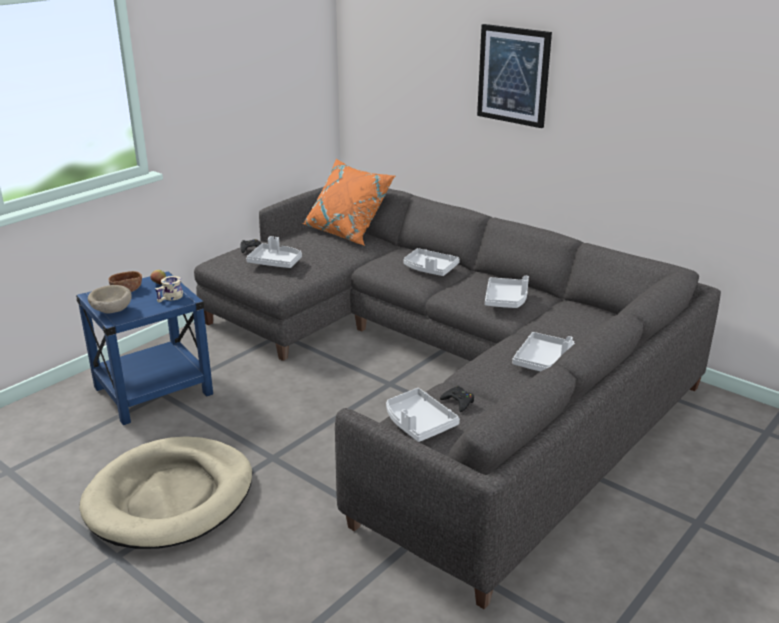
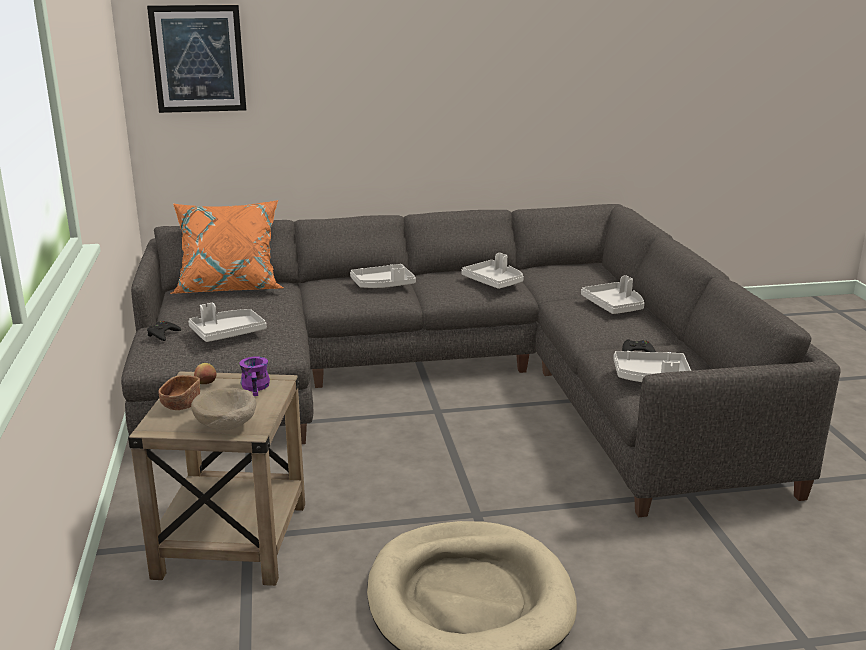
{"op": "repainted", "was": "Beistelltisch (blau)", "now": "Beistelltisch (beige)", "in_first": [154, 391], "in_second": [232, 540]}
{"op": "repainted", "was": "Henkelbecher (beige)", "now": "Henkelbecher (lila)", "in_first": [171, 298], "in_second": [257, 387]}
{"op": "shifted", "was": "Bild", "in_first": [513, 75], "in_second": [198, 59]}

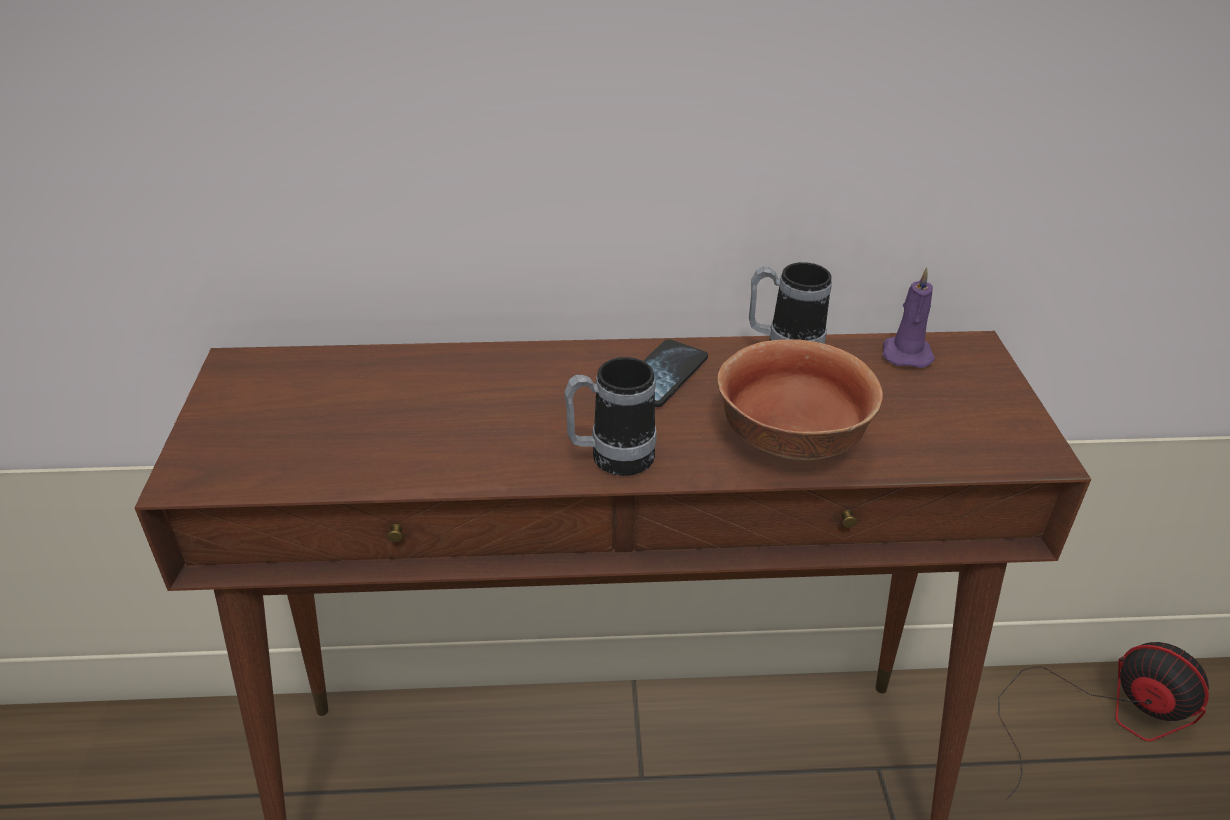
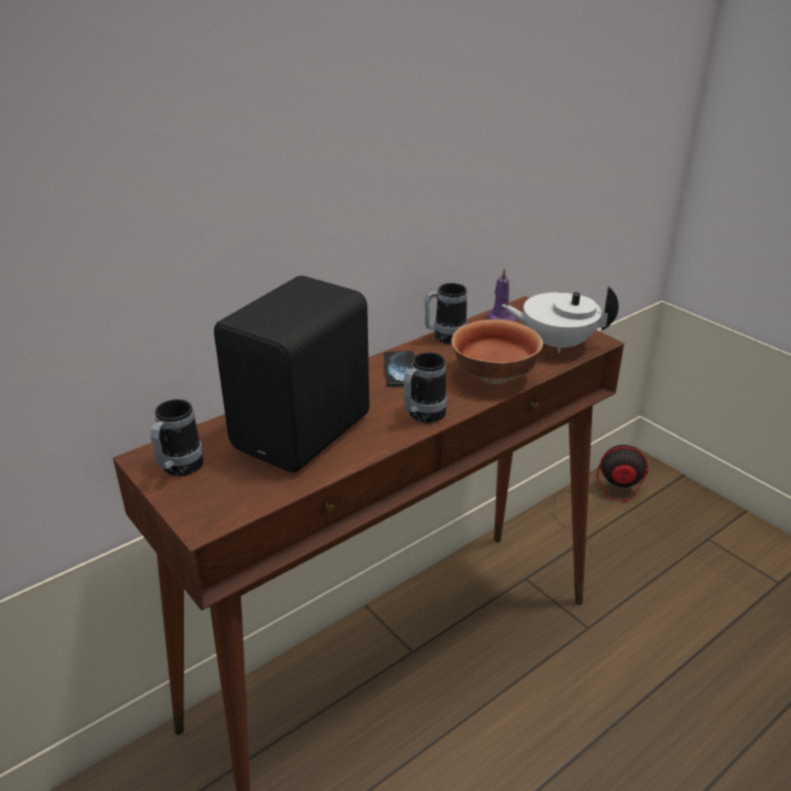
{"op": "new", "now": "Henkelbecher", "in_second": [178, 470]}
{"op": "new", "now": "Lautsprecher (schwarz)", "in_second": [306, 432]}
{"op": "new", "now": "Teekanne (weiß)", "in_second": [556, 344]}

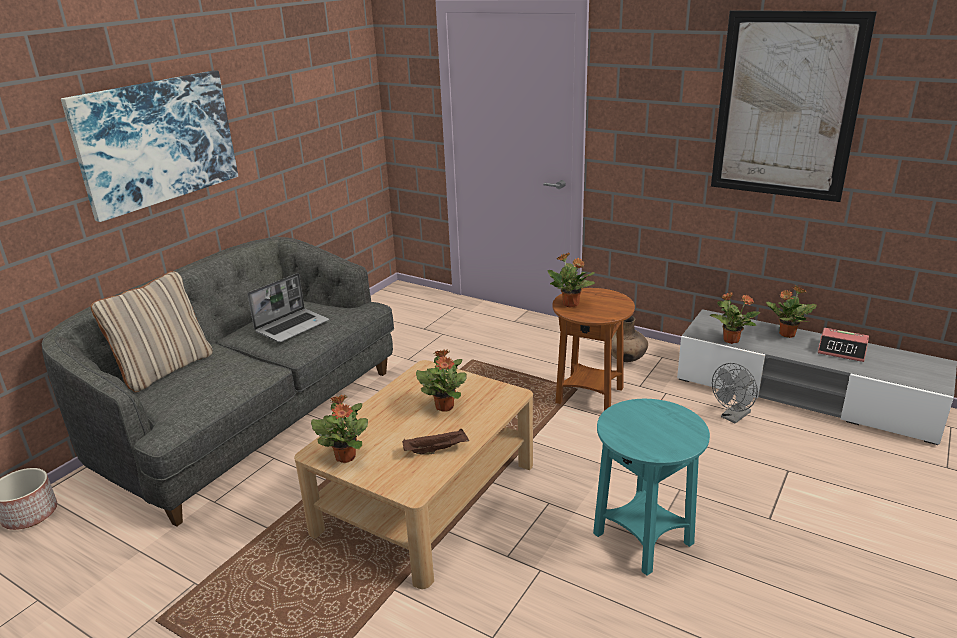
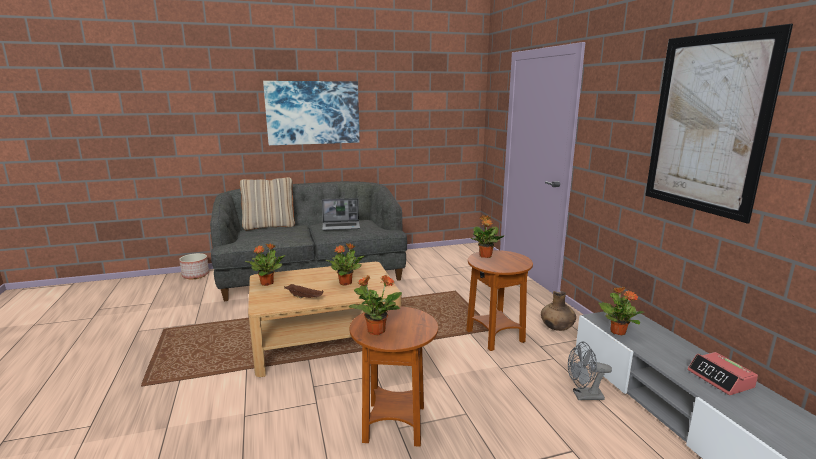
{"op": "repainted", "was": "Beistelltisch (türkis)", "now": "Beistelltisch (braun)", "in_first": [643, 539], "in_second": [395, 424]}
{"op": "shifted", "was": "Topfpflanze", "in_first": [786, 334], "in_second": [375, 331]}

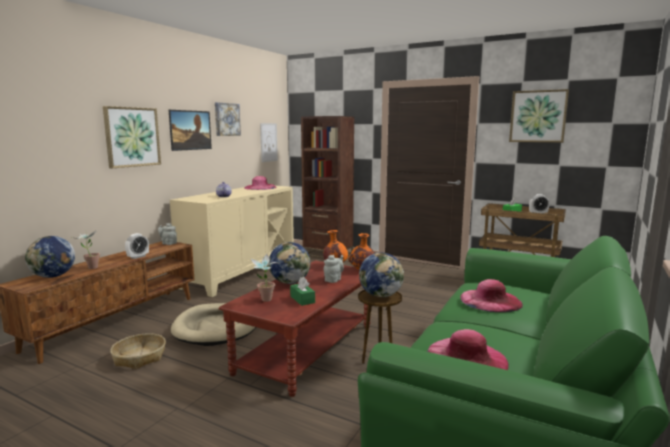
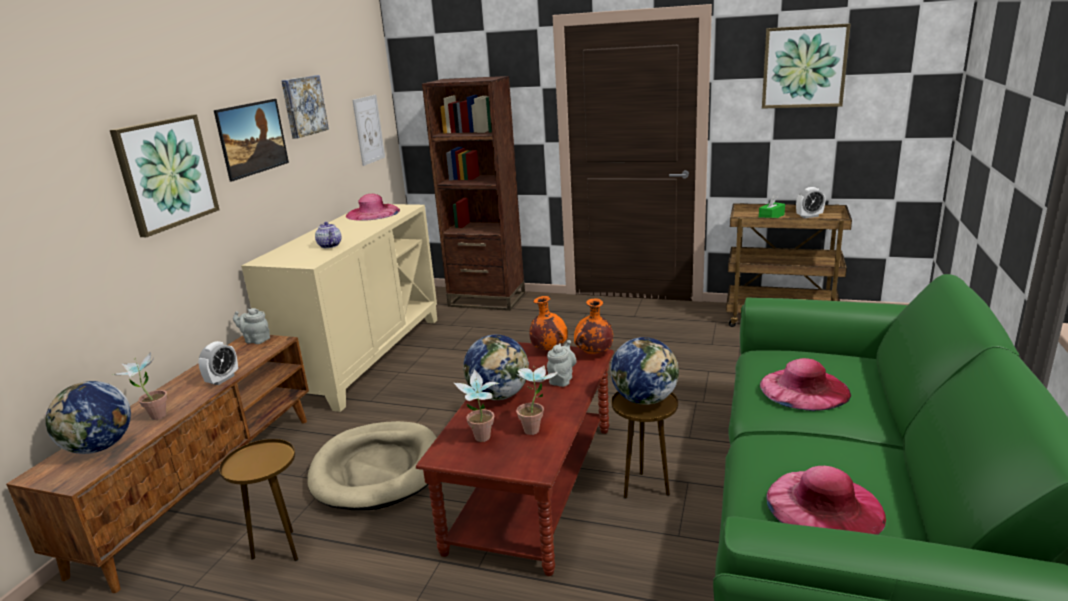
{"op": "swapped", "was": "Korb", "now": "Beistelltisch (braun)", "in_first": [139, 357], "in_second": [280, 549]}
{"op": "swapped", "was": "Taschentuchbox (grün)", "now": "Topfpflanze", "in_first": [302, 299], "in_second": [537, 428]}

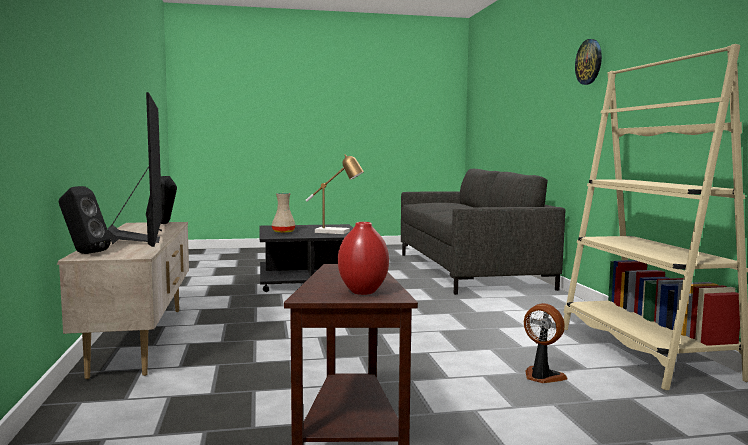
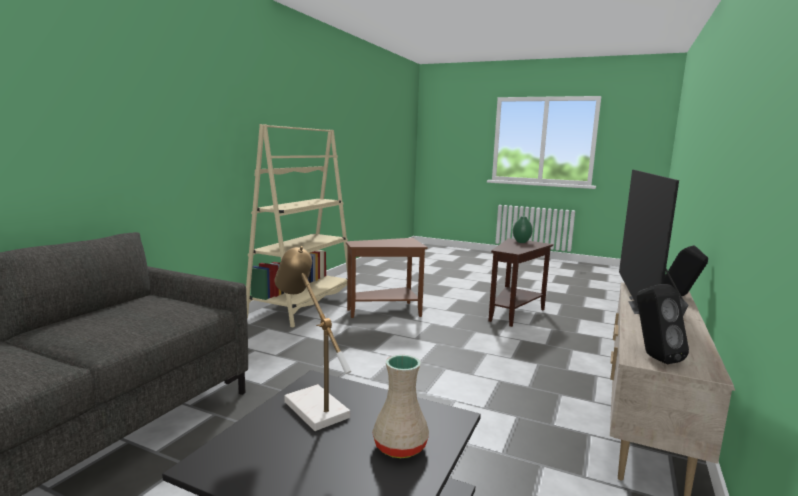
{"op": "repainted", "was": "Vase (rot)", "now": "Vase (grün)", "in_first": [363, 292], "in_second": [521, 242]}
{"op": "swapped", "was": "Ventilator", "now": "Beistelltisch (braun)", "in_first": [542, 377], "in_second": [386, 311]}
{"op": "gone", "was": "Wanduhr", "in_first": [589, 62]}

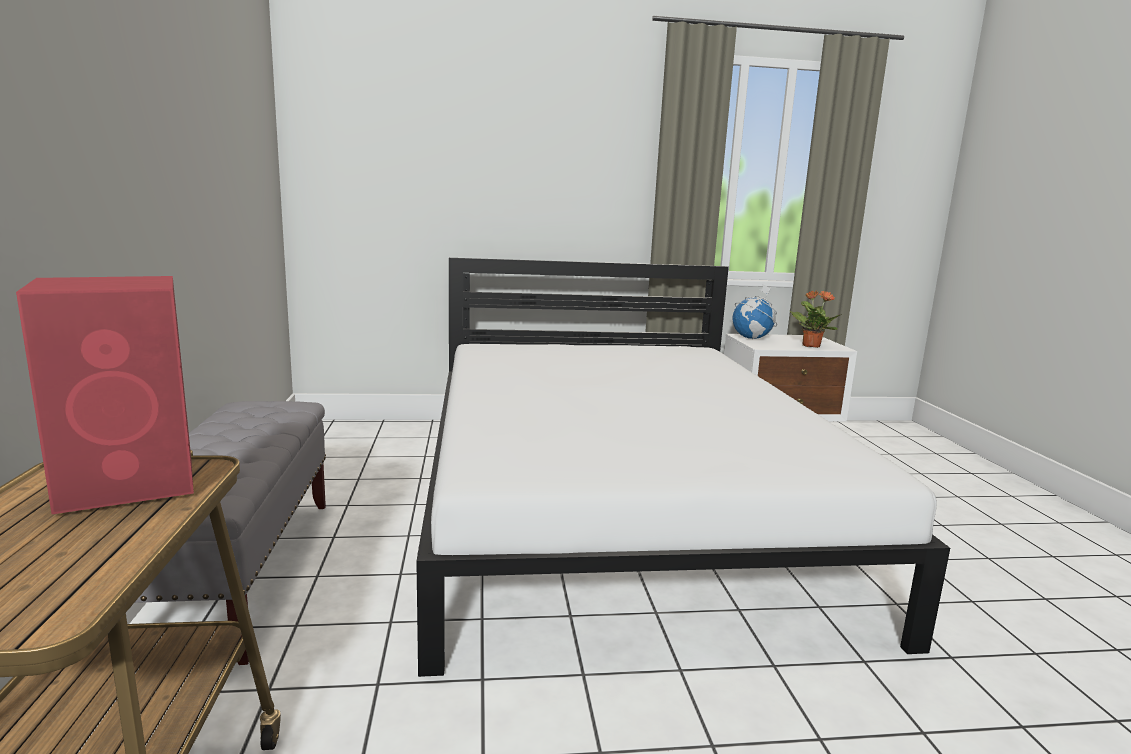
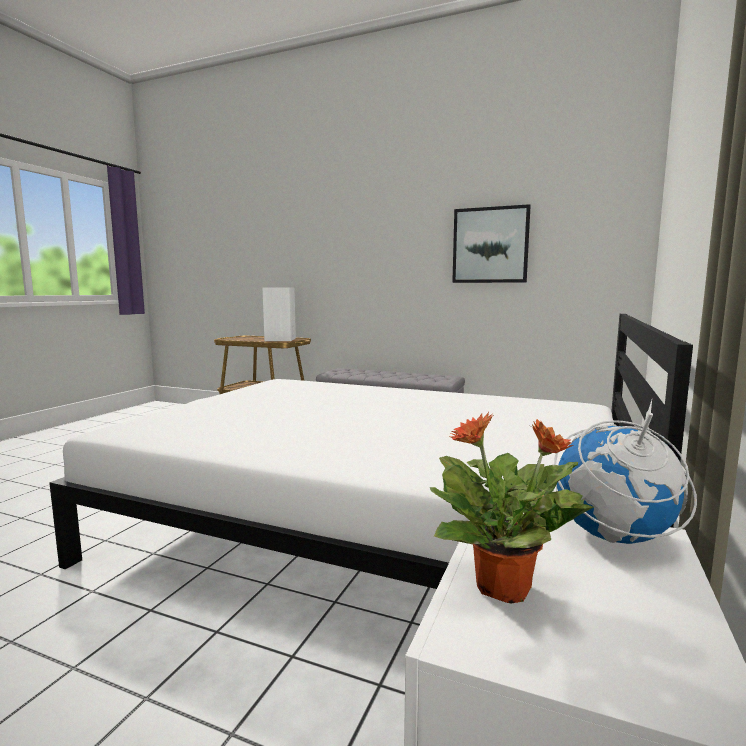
{"op": "repainted", "was": "Lautsprecher (rot)", "now": "Lautsprecher (weiß)", "in_first": [132, 483], "in_second": [280, 339]}
{"op": "new", "now": "Bild", "in_second": [490, 245]}

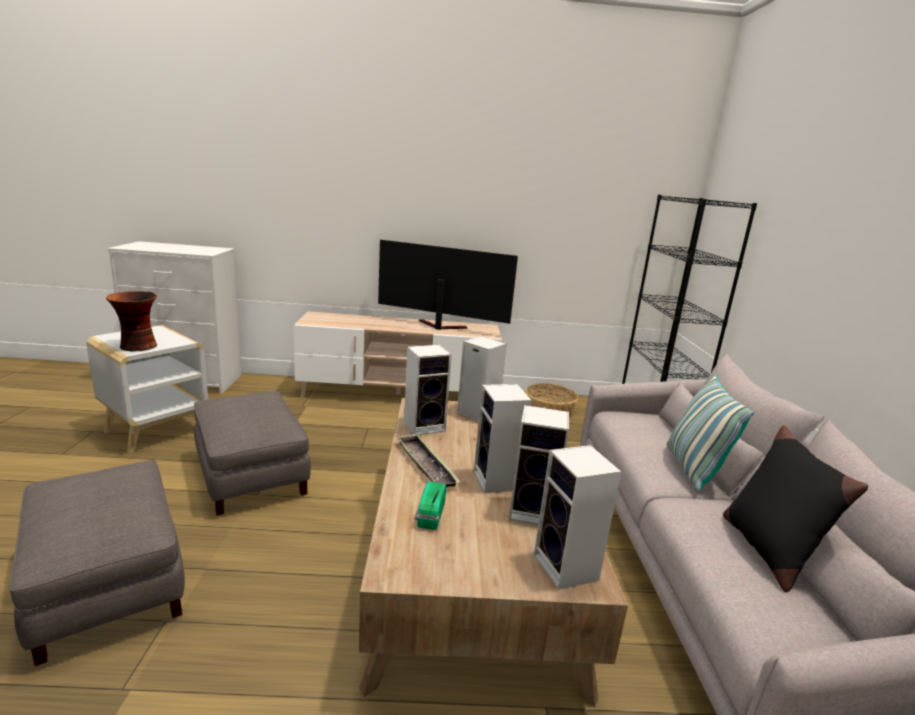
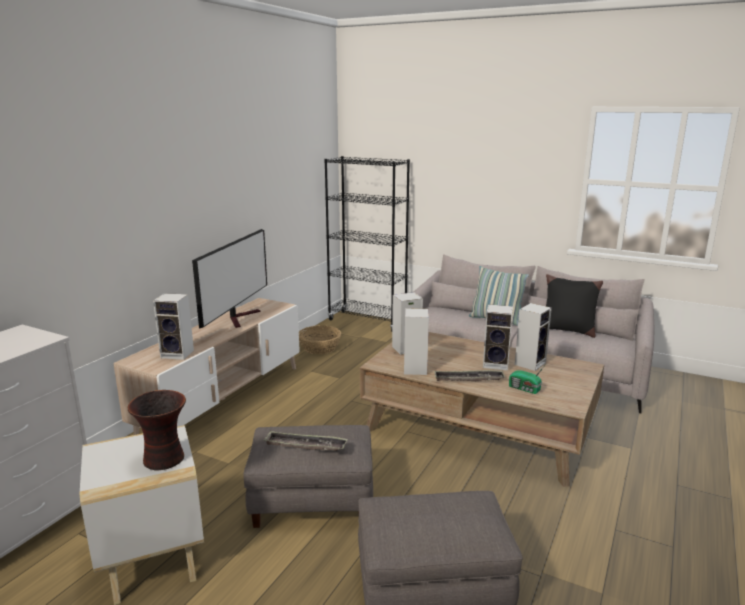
{"op": "rotated", "was": "Fernseher", "in_first": [438, 326], "in_second": [240, 317], "clockwise": 150}
{"op": "shifted", "was": "Lautsprecher", "in_first": [568, 568], "in_second": [178, 354]}
{"op": "new", "now": "Tablett", "in_second": [305, 445]}

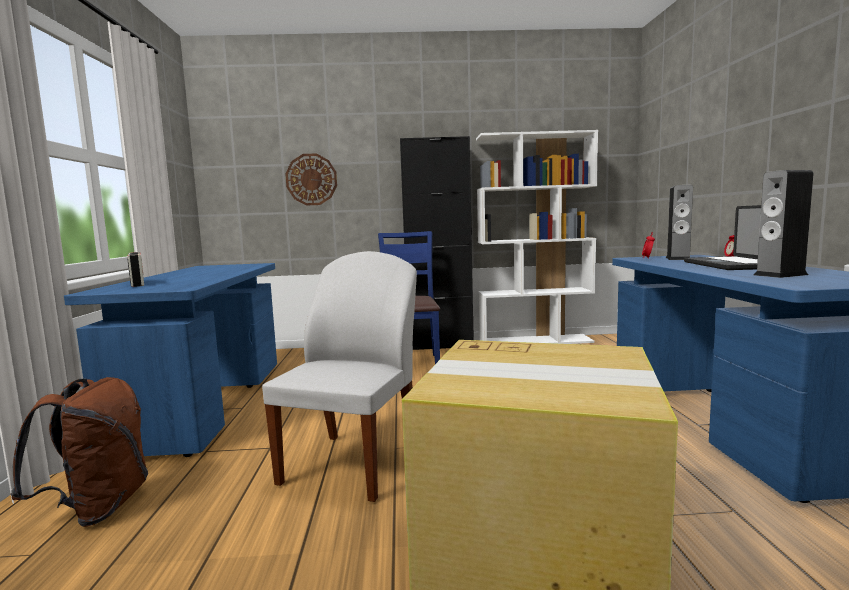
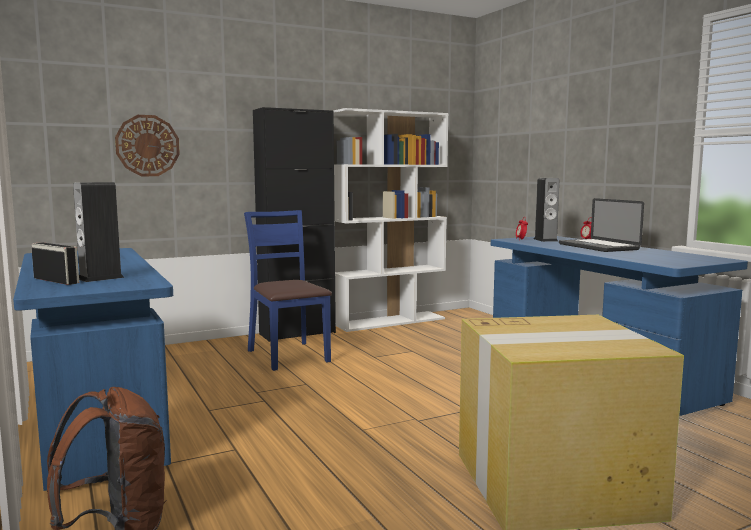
{"op": "gone", "was": "Stuhl (weiß)", "in_first": [353, 464]}
{"op": "shifted", "was": "Lautsprecher", "in_first": [780, 275], "in_second": [100, 278]}

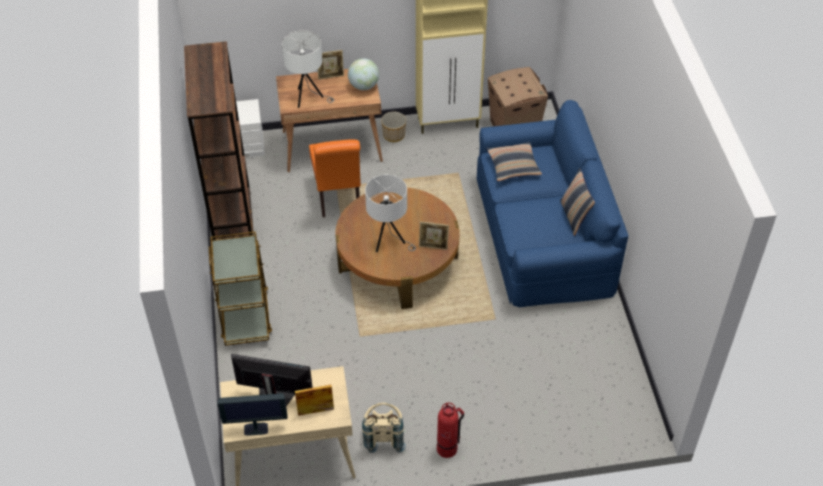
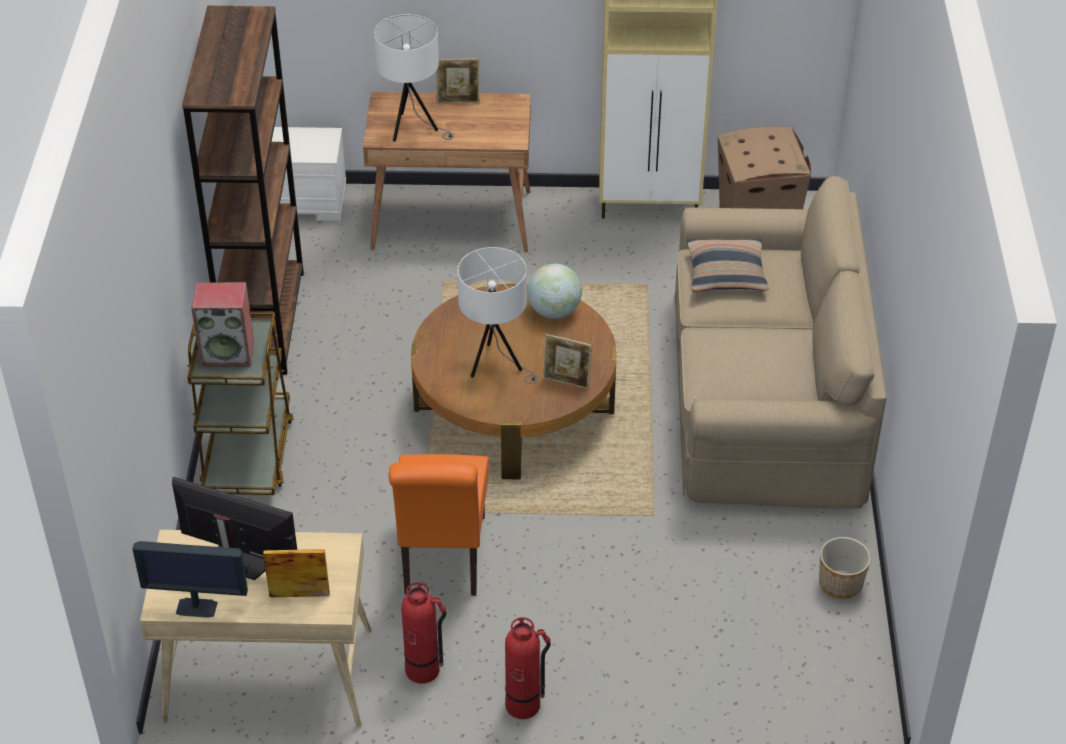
{"op": "shifted", "was": "Stuhl (orange)", "in_first": [338, 197], "in_second": [442, 560]}
{"op": "shifted", "was": "Globus", "in_first": [363, 86], "in_second": [554, 311]}
{"op": "swapped", "was": "Rucksack (beige)", "now": "Feuerlöscher", "in_first": [383, 436], "in_second": [423, 670]}
{"op": "shifted", "was": "Pflanzkübel", "in_first": [394, 135], "in_second": [841, 583]}
{"op": "repainted", "was": "Sofa (blau)", "now": "Sofa (beige)", "in_first": [543, 234], "in_second": [765, 396]}
{"op": "gone", "was": "Kissen", "in_first": [574, 217]}
{"op": "new", "now": "Lautsprecher", "in_second": [228, 353]}

